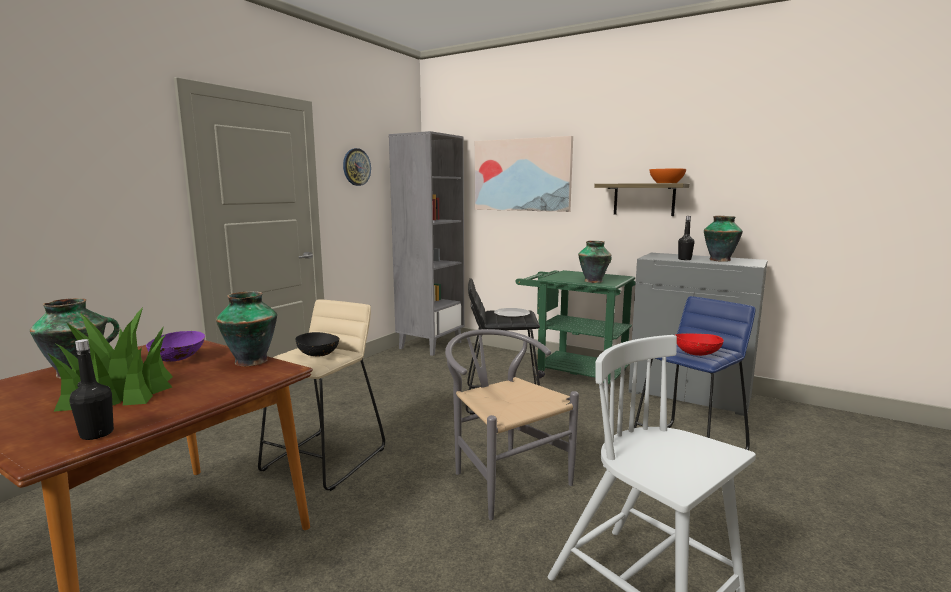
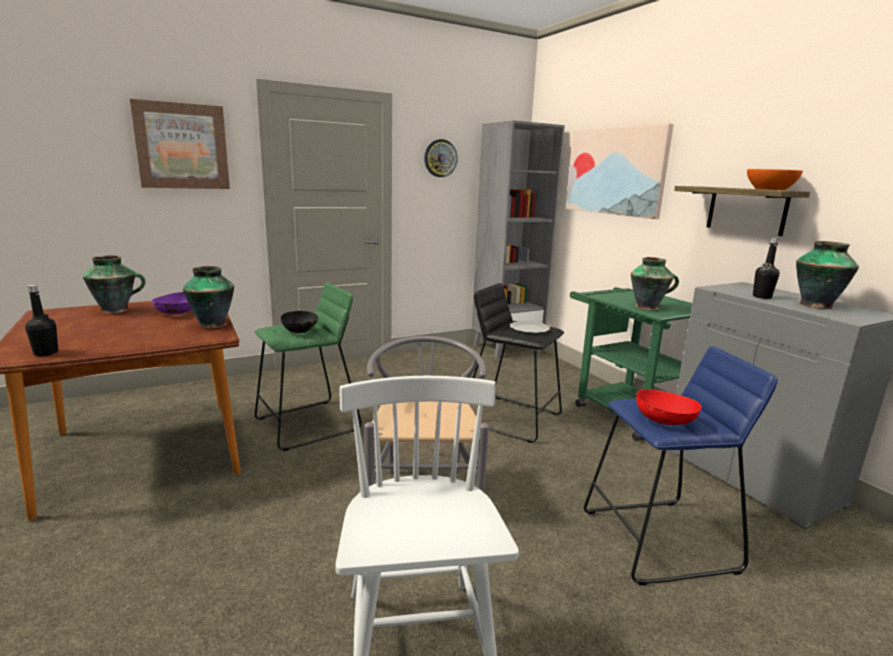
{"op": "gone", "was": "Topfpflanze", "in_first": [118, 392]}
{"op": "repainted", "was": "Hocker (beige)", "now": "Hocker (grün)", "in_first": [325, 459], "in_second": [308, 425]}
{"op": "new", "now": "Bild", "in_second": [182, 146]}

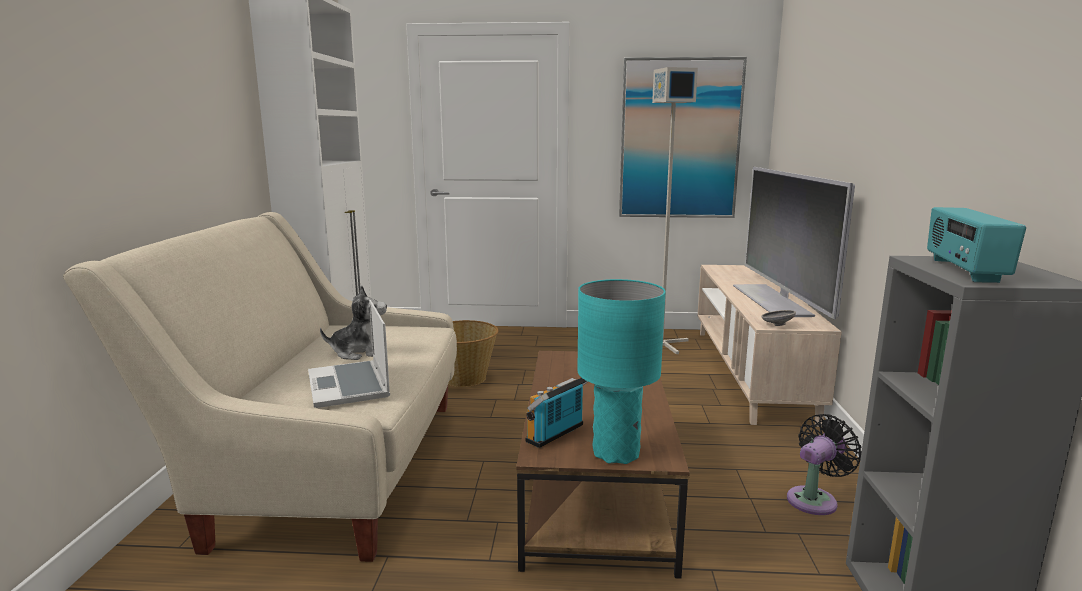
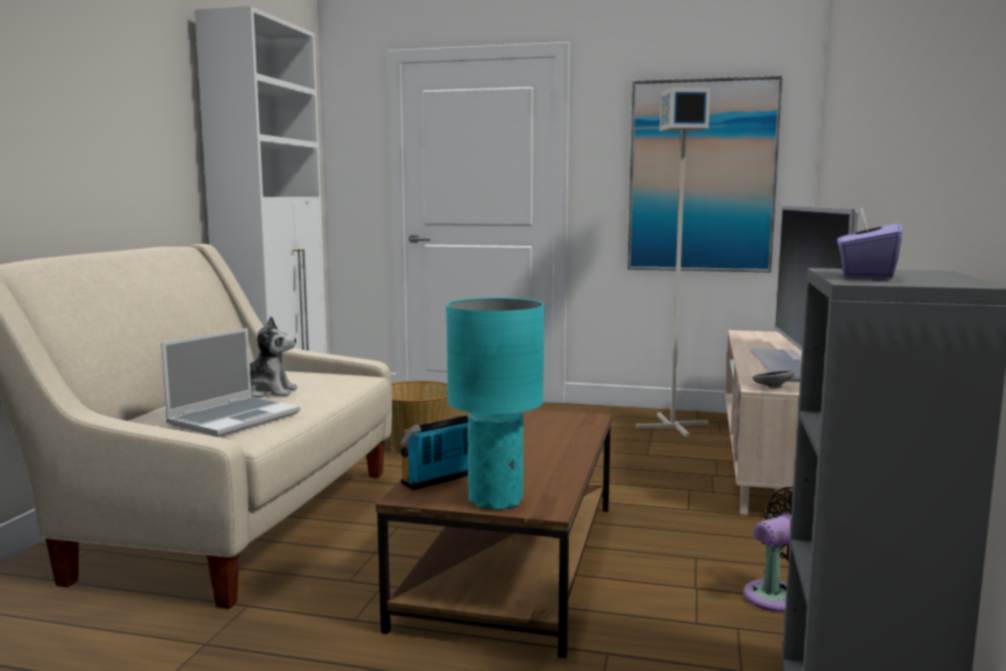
{"op": "rotated", "was": "Laptop", "in_first": [350, 386], "in_second": [234, 418], "clockwise": -135}
{"op": "swapped", "was": "Radio", "now": "Taschentuchbox (lila)", "in_first": [963, 270], "in_second": [865, 276]}

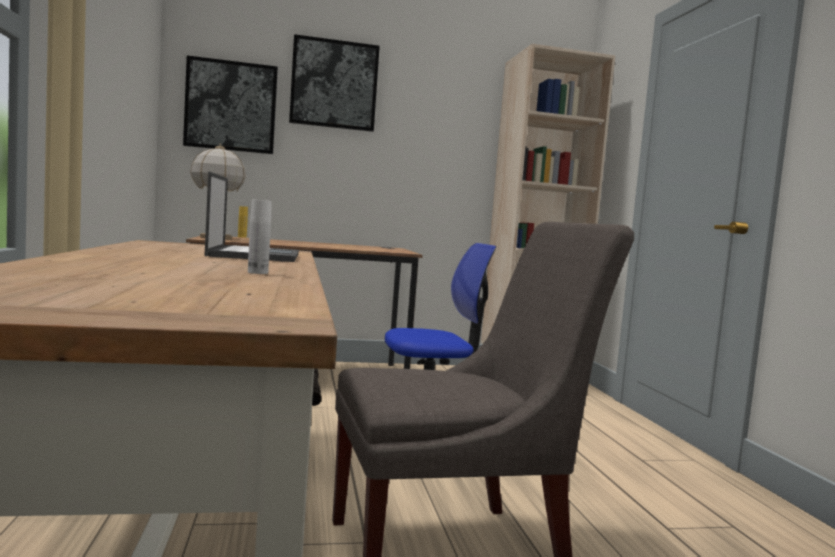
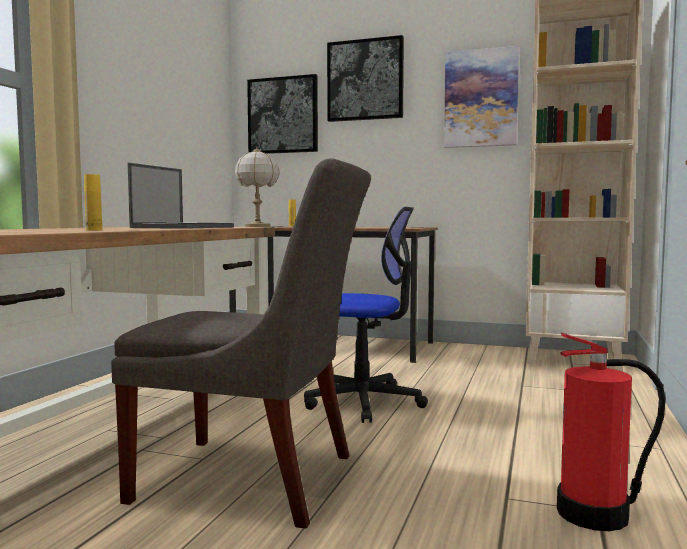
{"op": "repainted", "was": "Flasche (weiß)", "now": "Flasche (gelb)", "in_first": [257, 272], "in_second": [94, 230]}
{"op": "new", "now": "Bild", "in_second": [481, 98]}
{"op": "new", "now": "Feuerlöscher", "in_second": [595, 514]}

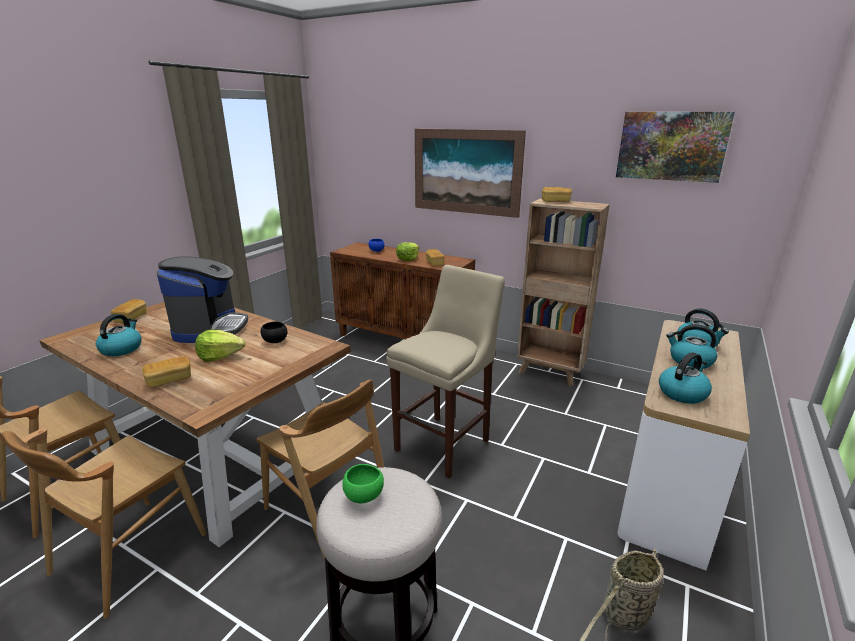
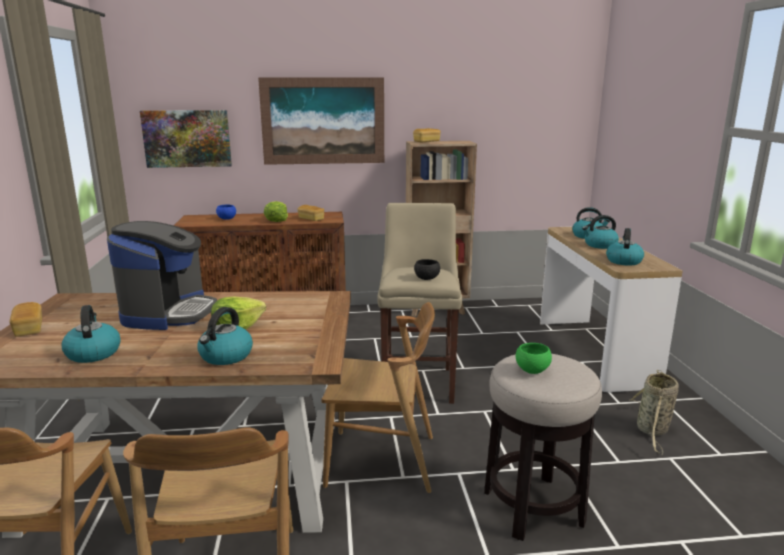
{"op": "swapped", "was": "Brot", "now": "Wasserkessel", "in_first": [169, 380], "in_second": [225, 356]}
{"op": "rotated", "was": "Kaffeemaschine", "in_first": [210, 328], "in_second": [168, 313], "clockwise": 45}
{"op": "shifted", "was": "Schüssel (schwarz)", "in_first": [275, 341], "in_second": [426, 278]}
{"op": "shifted", "was": "Bild", "in_first": [671, 146], "in_second": [187, 138]}

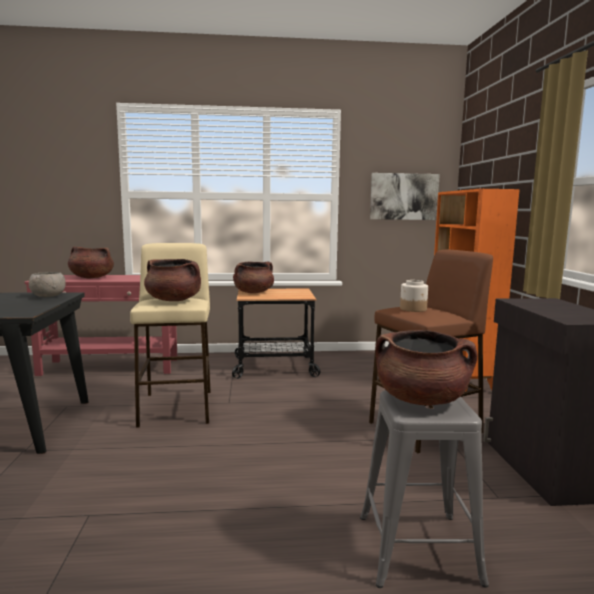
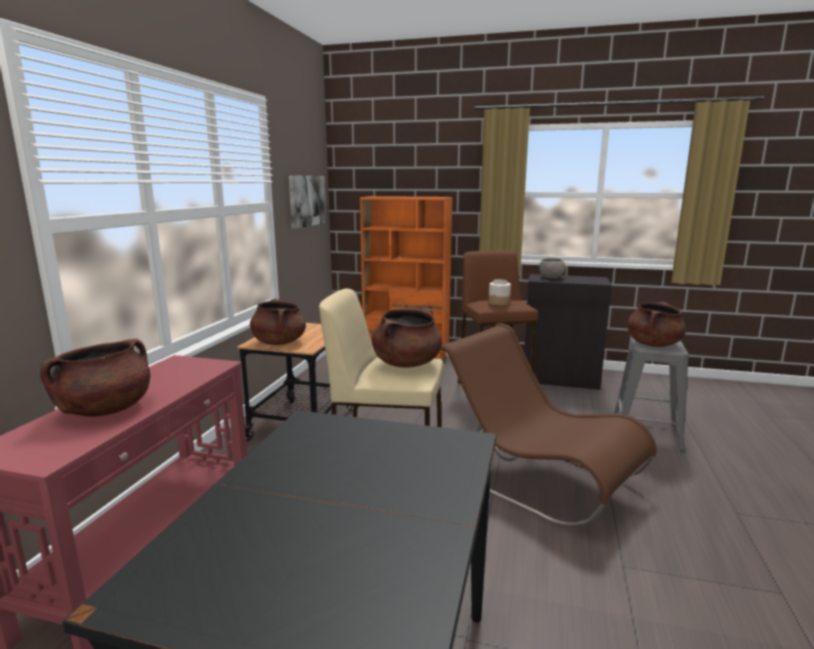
{"op": "shifted", "was": "Schüssel (grau)", "in_first": [49, 296], "in_second": [551, 277]}
{"op": "new", "now": "Stuhl (braun)", "in_second": [536, 478]}

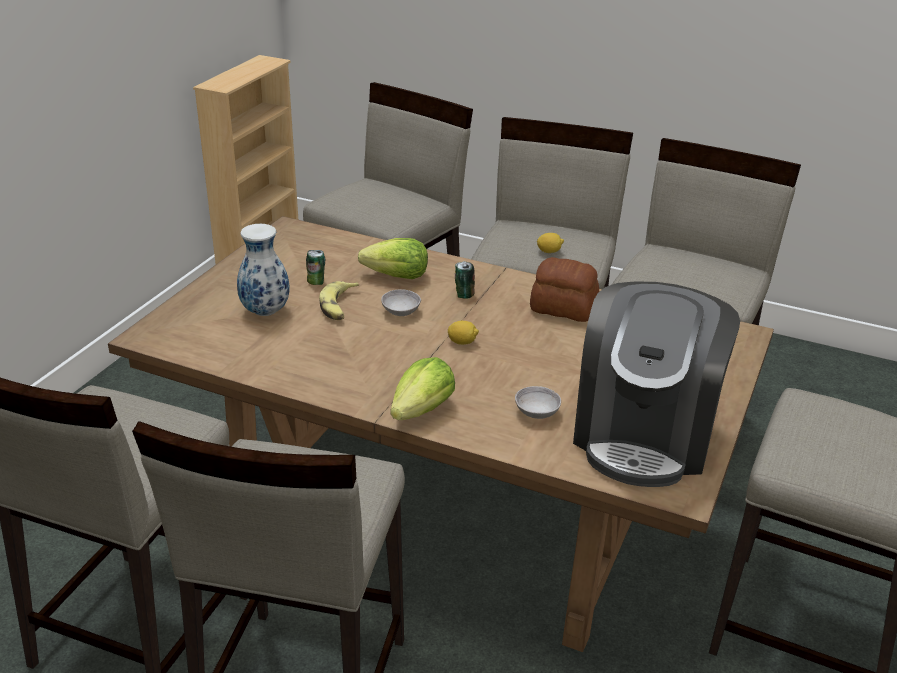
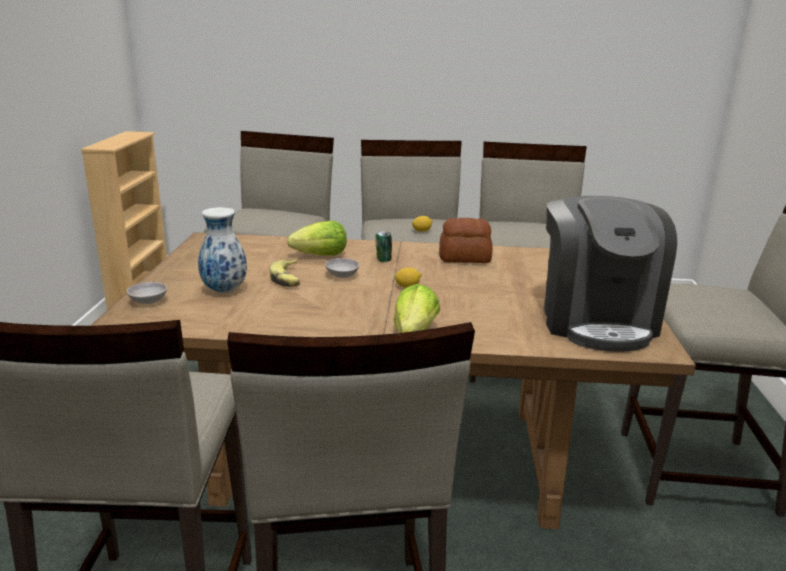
{"op": "gone", "was": "Dose", "in_first": [316, 282]}
{"op": "shifted", "was": "Schüssel (grau)", "in_first": [536, 412], "in_second": [148, 301]}

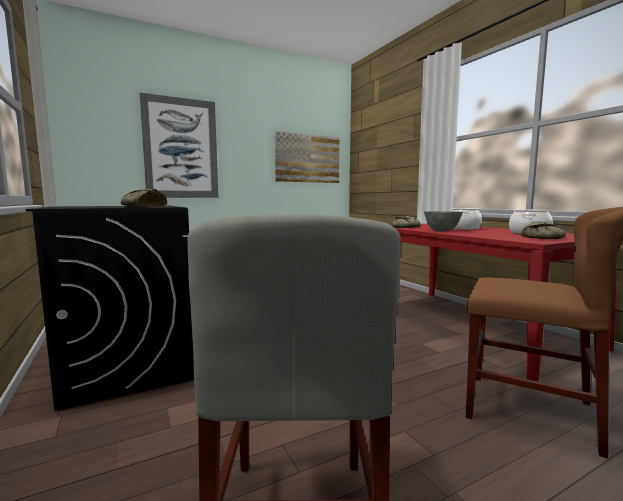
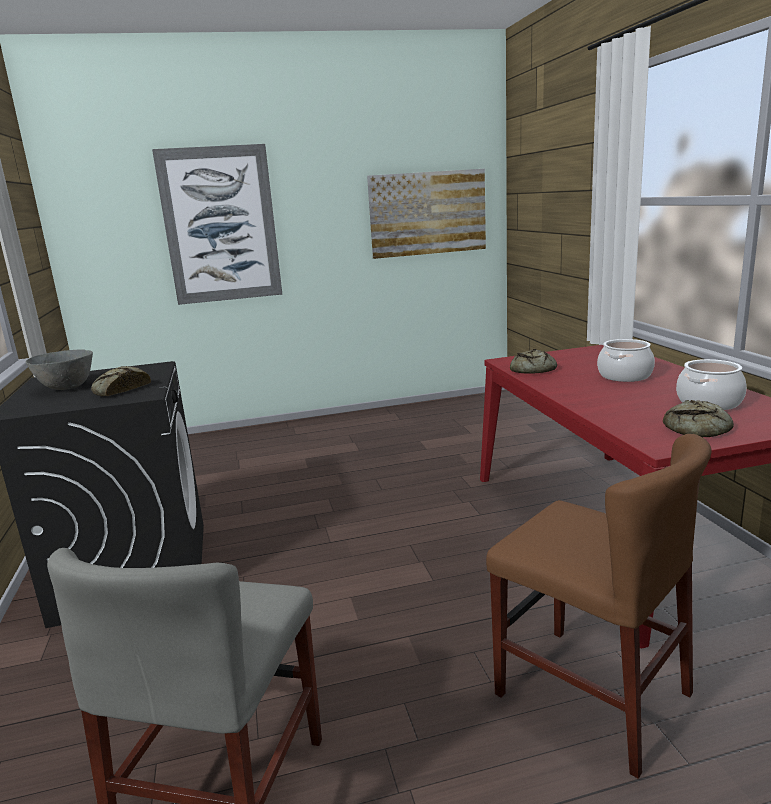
{"op": "shifted", "was": "Schüssel (grau)", "in_first": [441, 231], "in_second": [67, 388]}

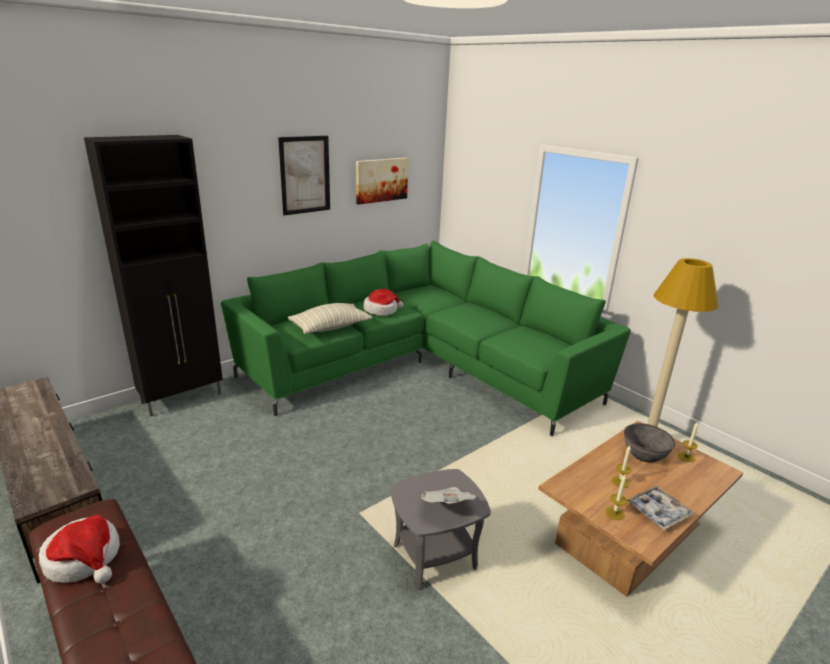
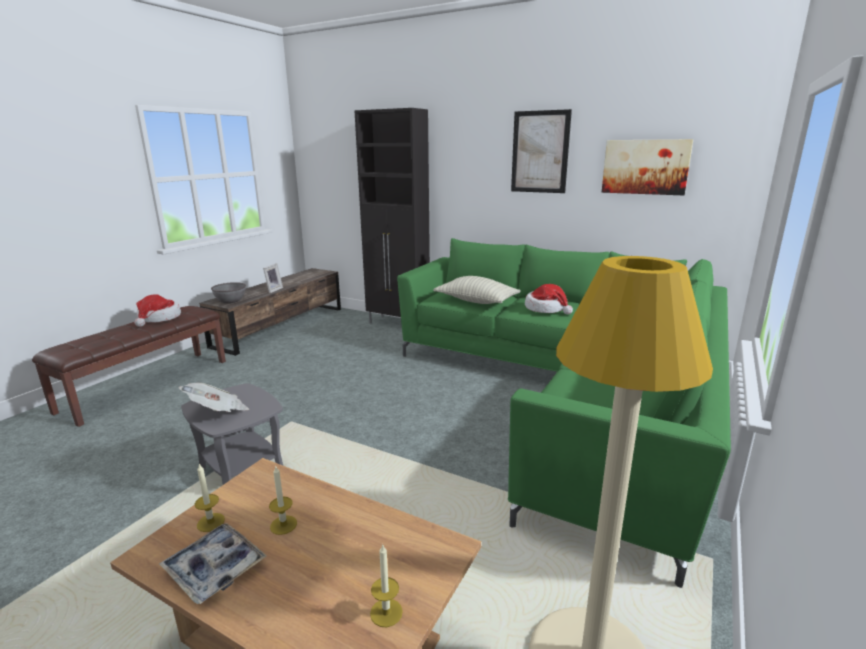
{"op": "shifted", "was": "Schüssel (grau)", "in_first": [644, 454], "in_second": [230, 300]}
{"op": "new", "now": "Bilderrahmen", "in_second": [273, 290]}

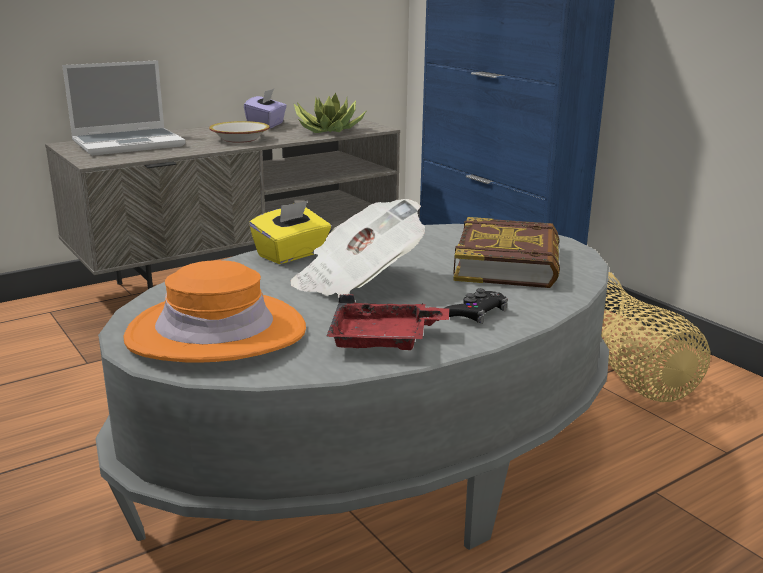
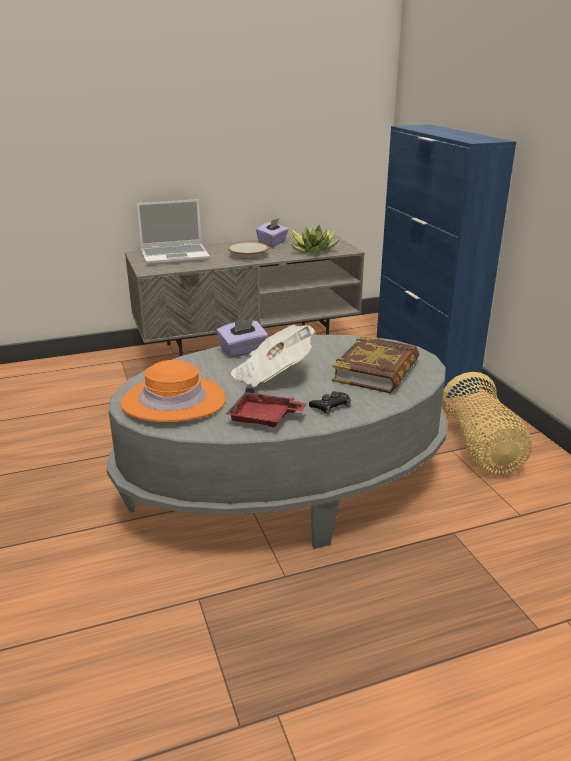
{"op": "repainted", "was": "Taschentuchbox (gelb)", "now": "Taschentuchbox (lila)", "in_first": [292, 254], "in_second": [243, 351]}

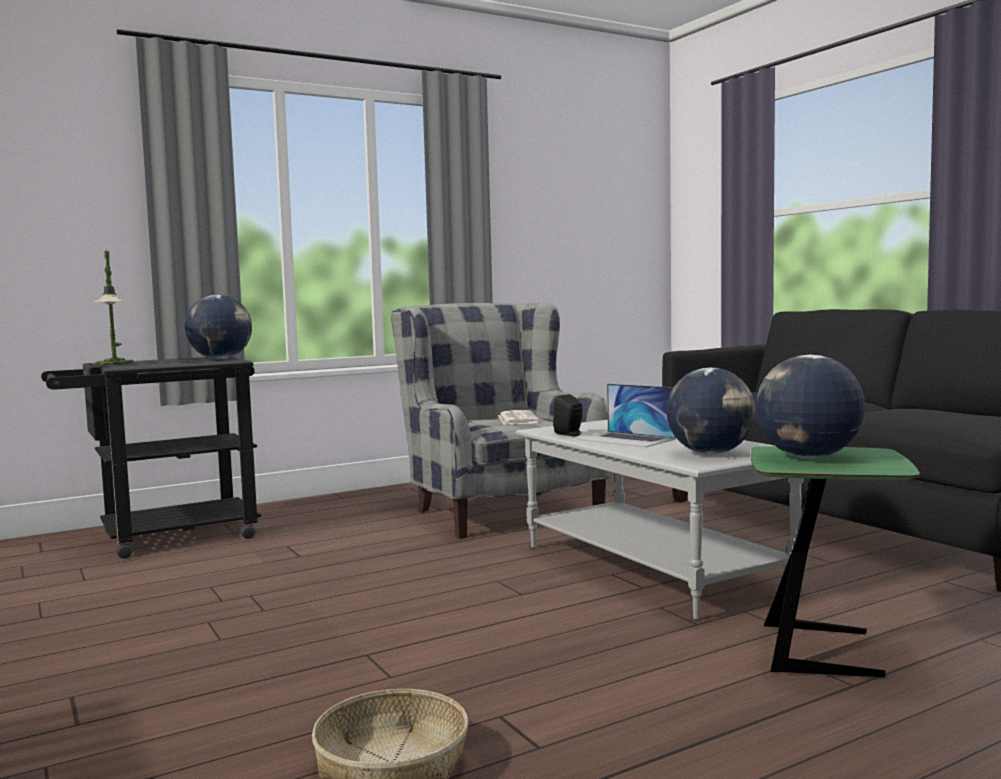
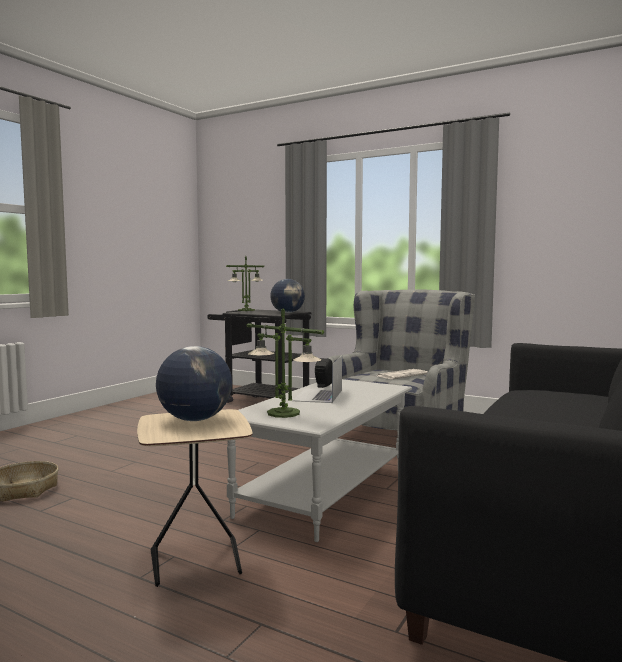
{"op": "swapped", "was": "Globus", "now": "Tischlampe", "in_first": [710, 453], "in_second": [283, 413]}
{"op": "repainted", "was": "Beistelltisch (grün)", "now": "Beistelltisch (beige)", "in_first": [824, 651], "in_second": [197, 563]}

